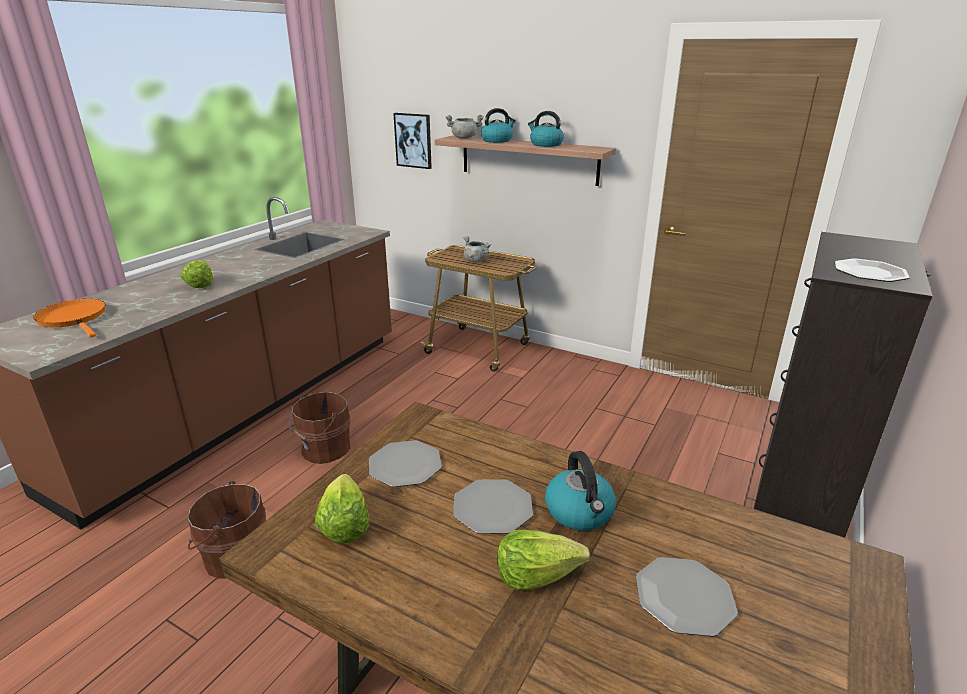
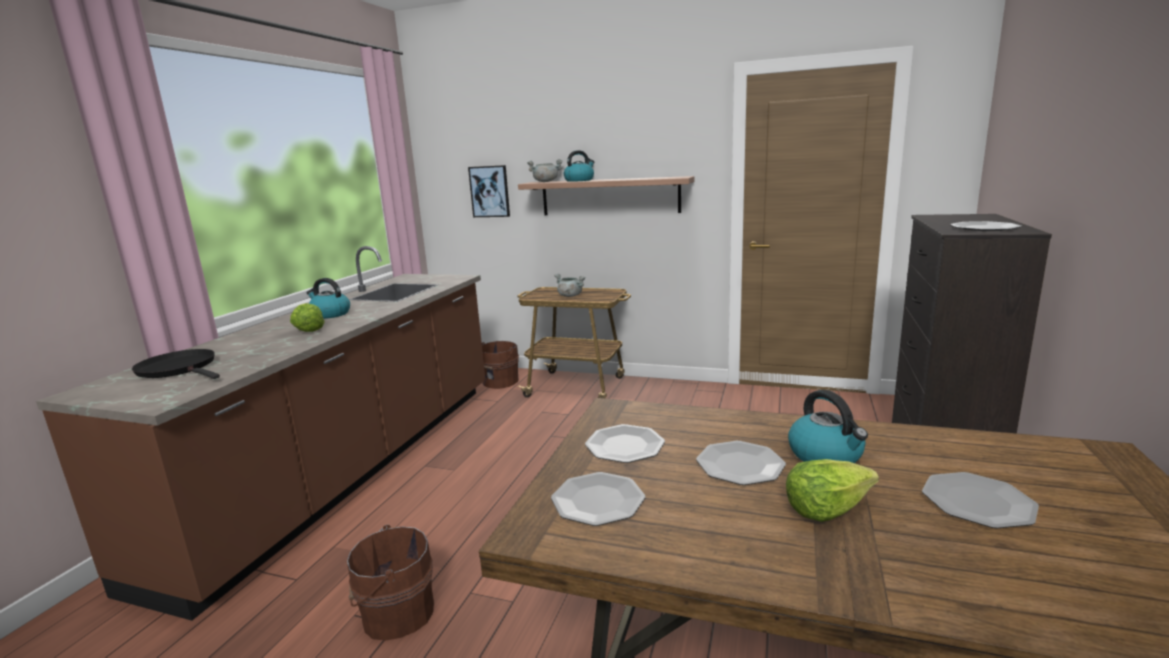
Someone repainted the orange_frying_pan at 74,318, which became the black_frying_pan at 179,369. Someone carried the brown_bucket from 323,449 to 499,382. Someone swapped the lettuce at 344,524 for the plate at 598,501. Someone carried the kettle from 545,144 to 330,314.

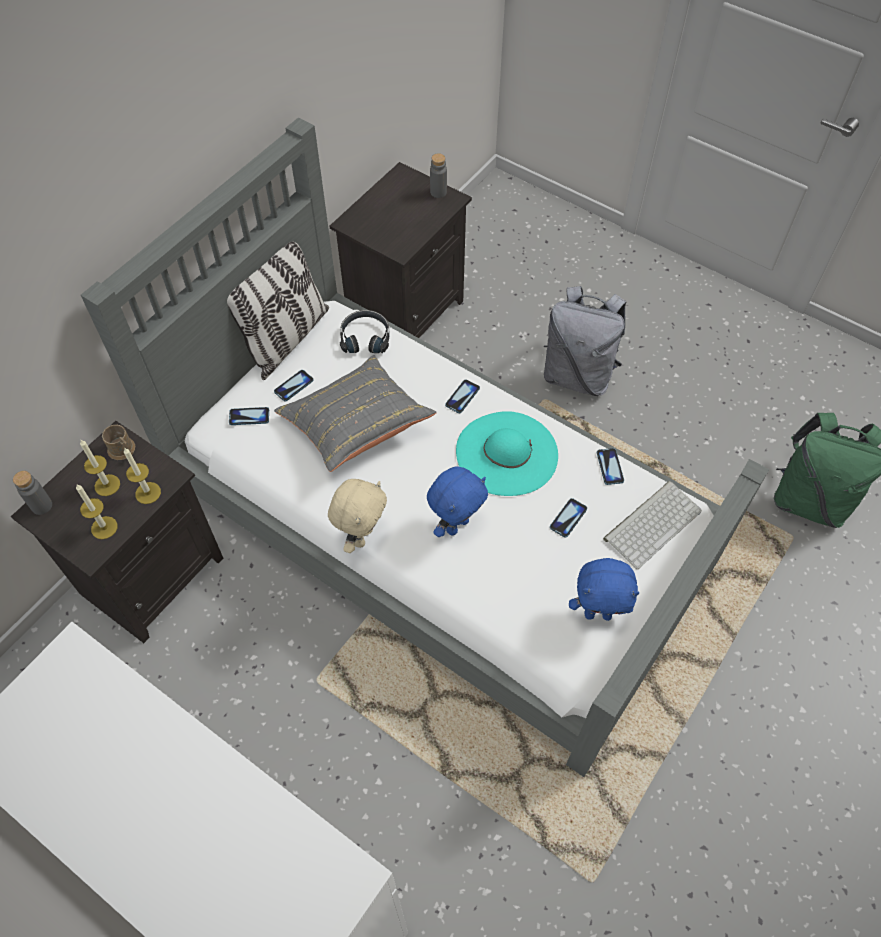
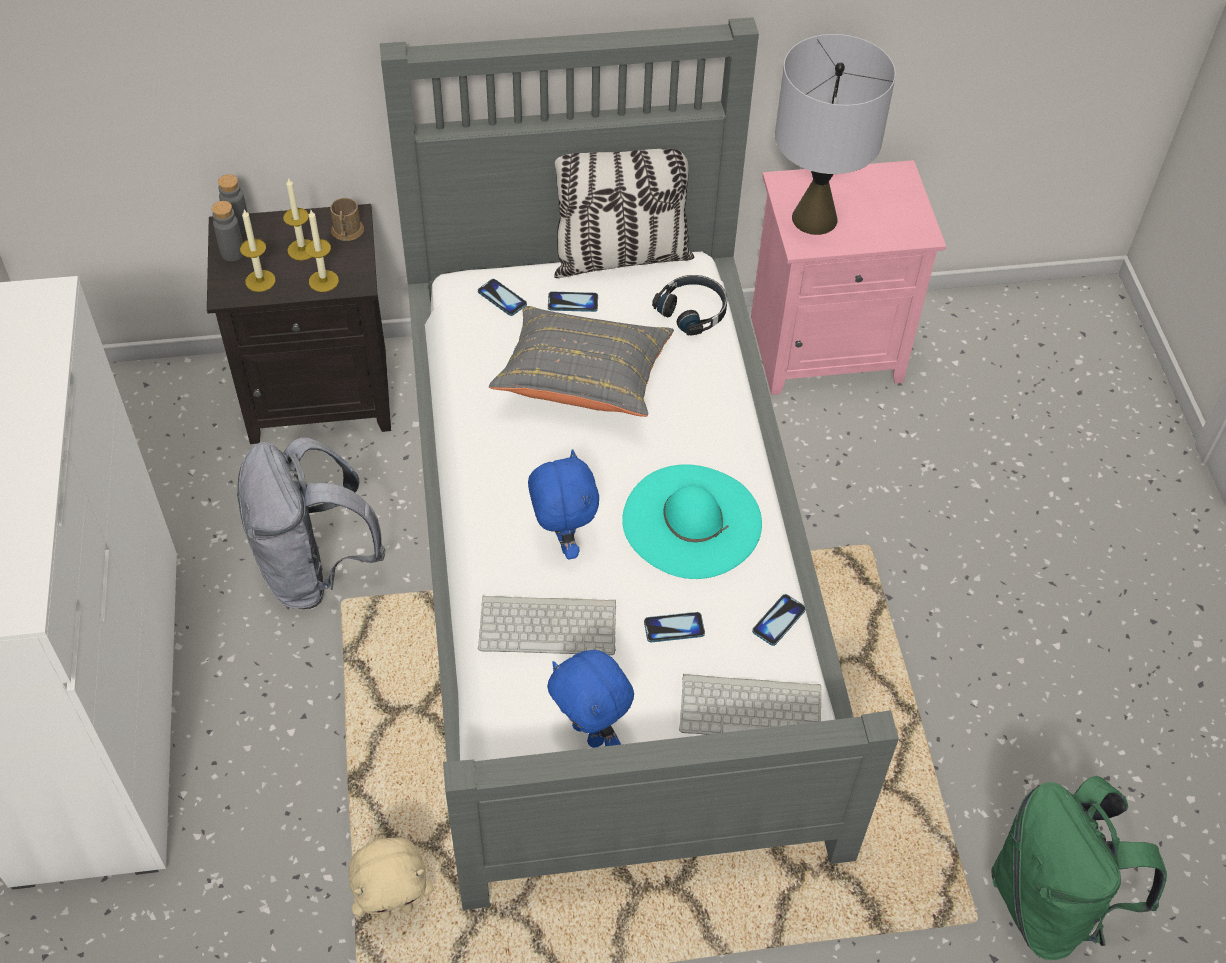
Someone carried the beige_plush_toy from 361,536 to 395,907. Someone repainted the black_nightstand at 405,311, which became the pink_nightstand at 827,347. Someone rotated the blue_plush_toy at 456,525 by 105 degrees counterclockwise. Someone carried the grey_bottle from 438,192 to 232,253. Someone took away the phone at 462,397. Someone carried the grey_backpack from 578,375 to 315,569. Someone put down the keyboard at 549,624. Someone put down the grey_table_lamp at 814,218.

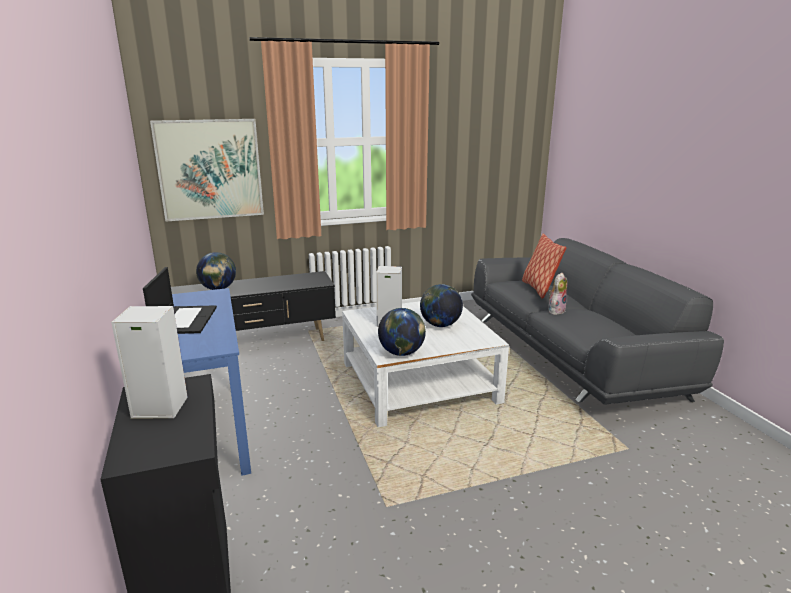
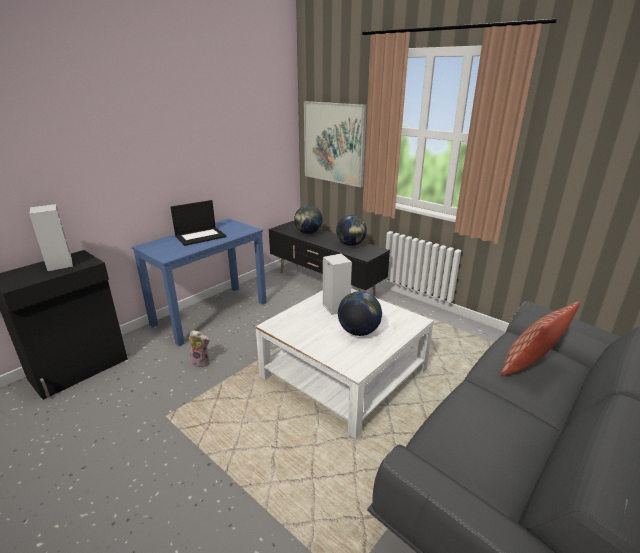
Someone carried the globe from 401,353 to 350,245. Someone carried the plush_toy from 555,311 to 201,362.

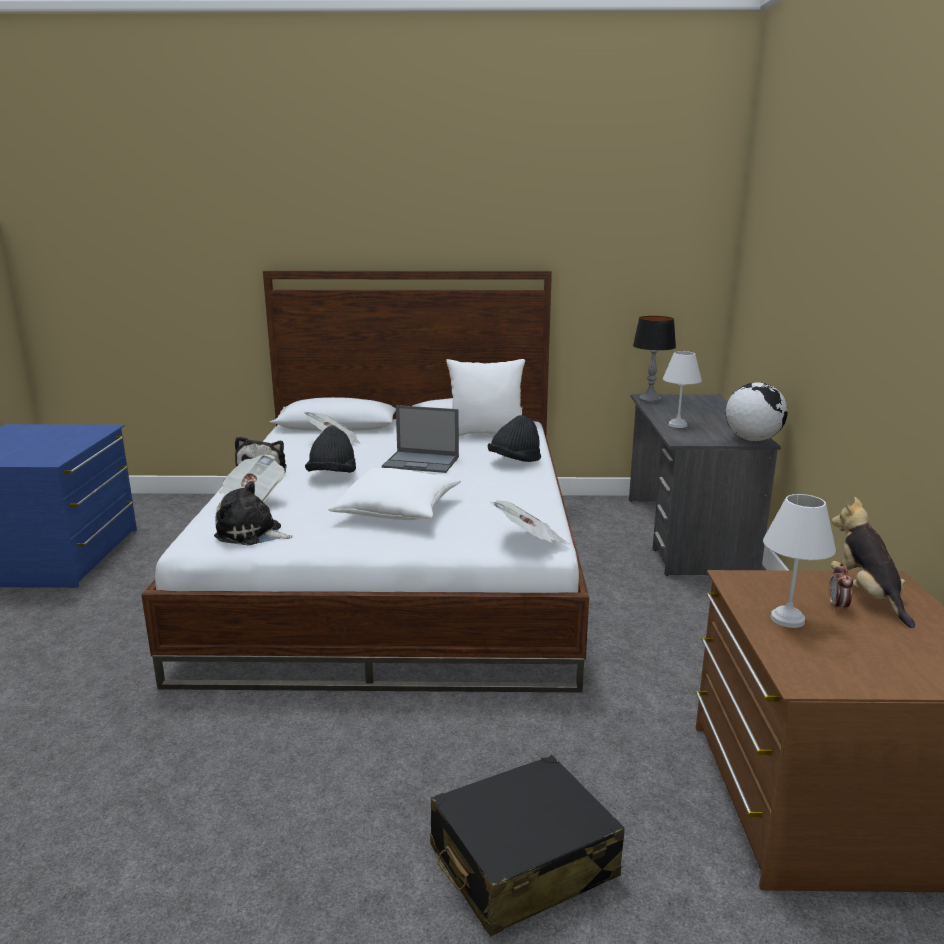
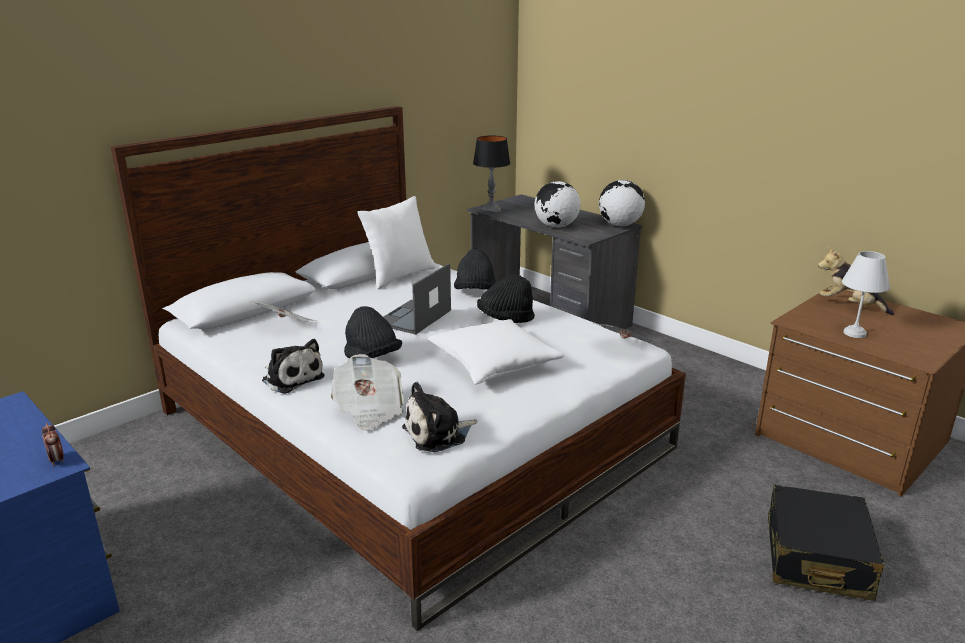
Someone rotated the laptop at 422,462 by 150 degrees clockwise. Someone swapped the white_table_lamp at 677,425 for the globe at 556,226. Someone carried the alarm_clock from 837,607 to 57,460. Someone put down the black_hat at 505,319.

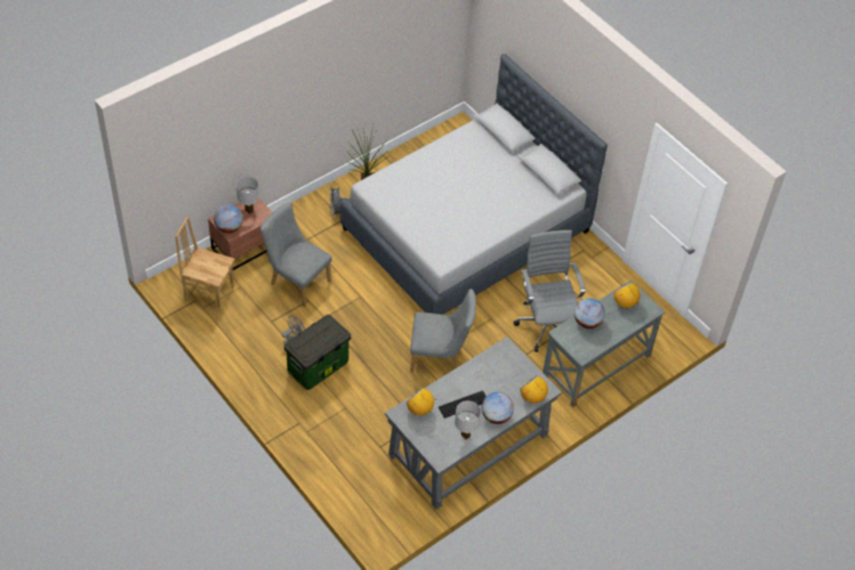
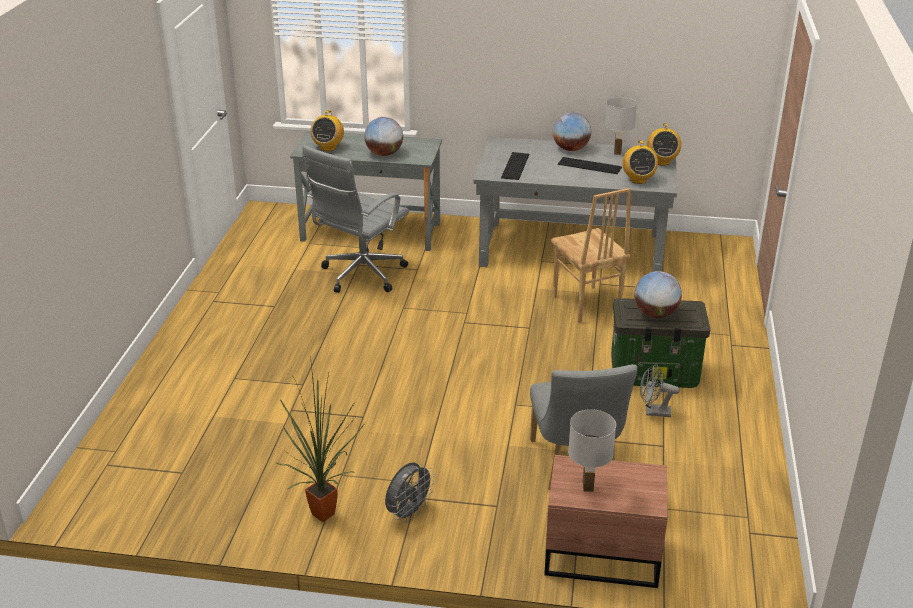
Someone carried the brown_chair from 209,294 to 585,305. Someone carried the globe from 229,228 to 655,314. Someone took away the grey_bed at 466,230. Someone took away the grey_chair at 440,357. Someone carried the radio from 532,398 to 662,161. Someone put down the keyboard at 515,166.

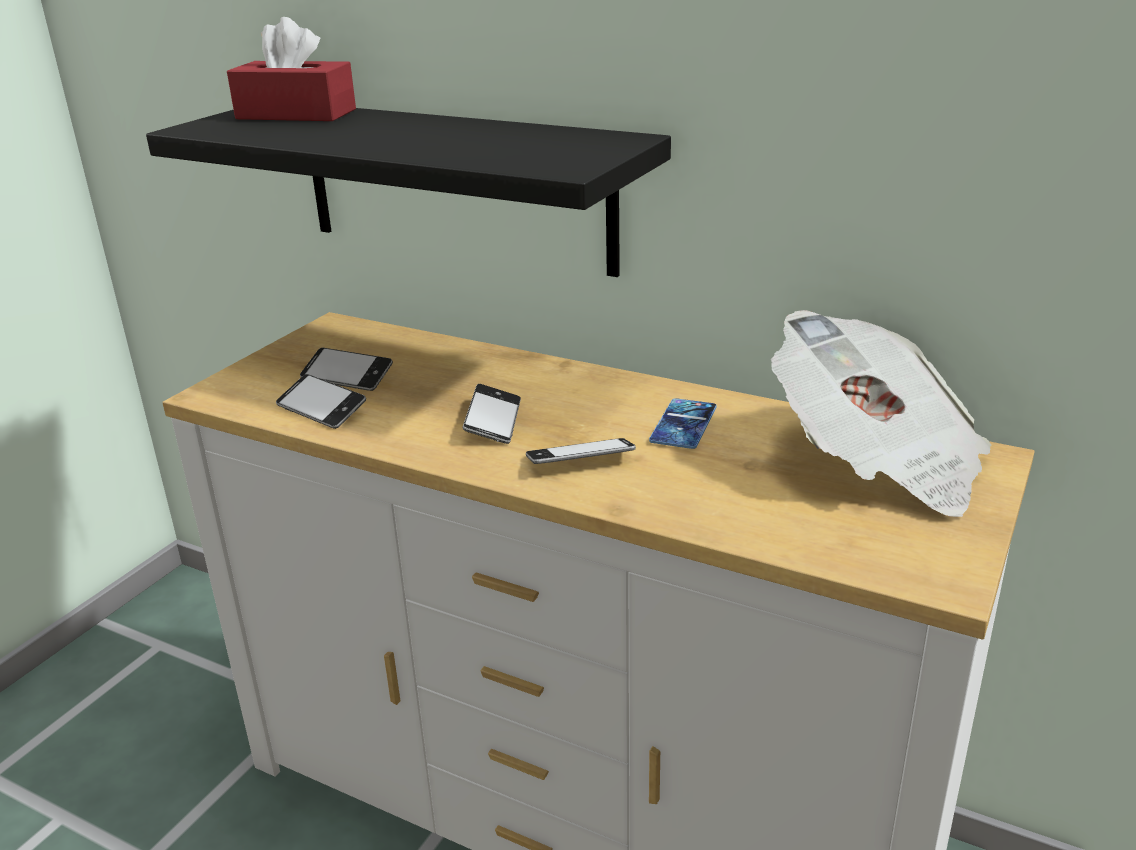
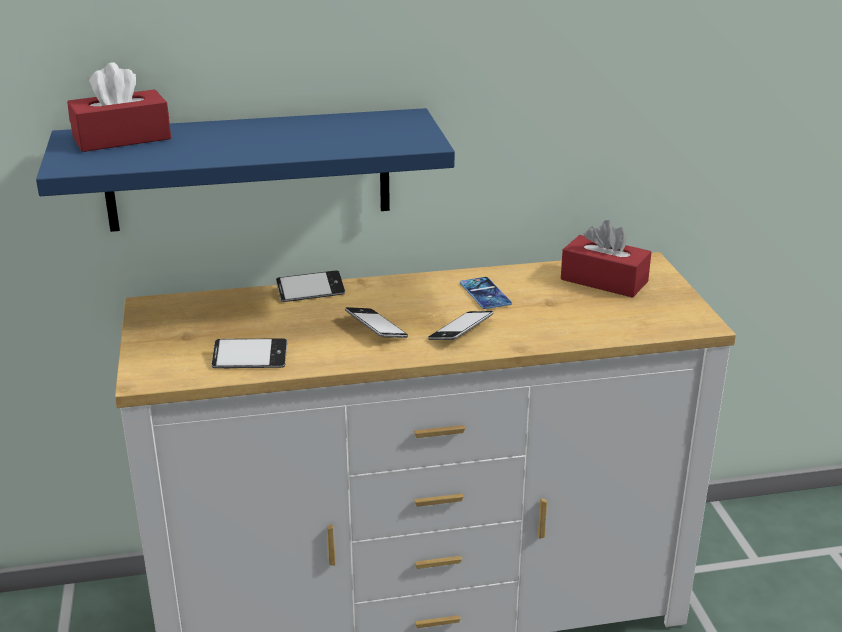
Someone repainted the black_shelf at 455,185, which became the blue_shelf at 248,170. Someone carried the phone from 347,376 to 310,292. Someone swapped the newspaper at 877,461 for the red_tissue_box at 604,280.

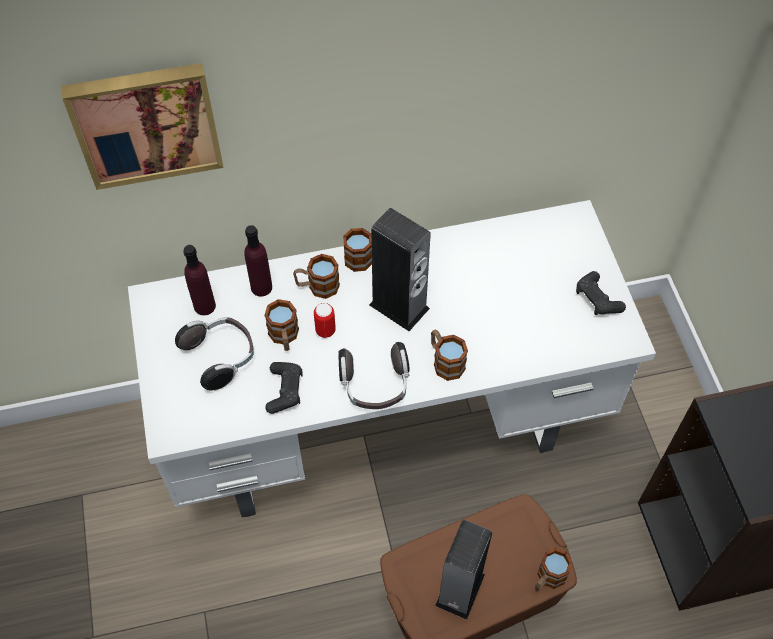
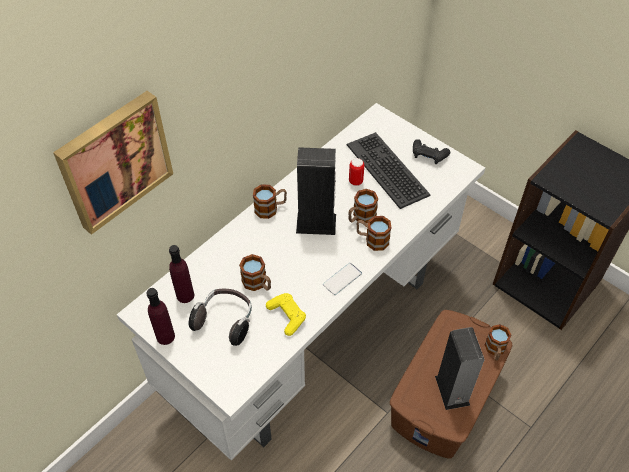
Someone carried the purple_bottle from 261,287 to 165,336. Someone repainted the black_game_controller at 285,390, which became the yellow_game_controller at 287,316. Someone carried the mug from 317,286 to 361,217. Someone carried the can from 325,330 to 355,181. Someone swapped the headphones at 375,386 for the phone at 342,279. Someone put down the keyboard at 388,170.

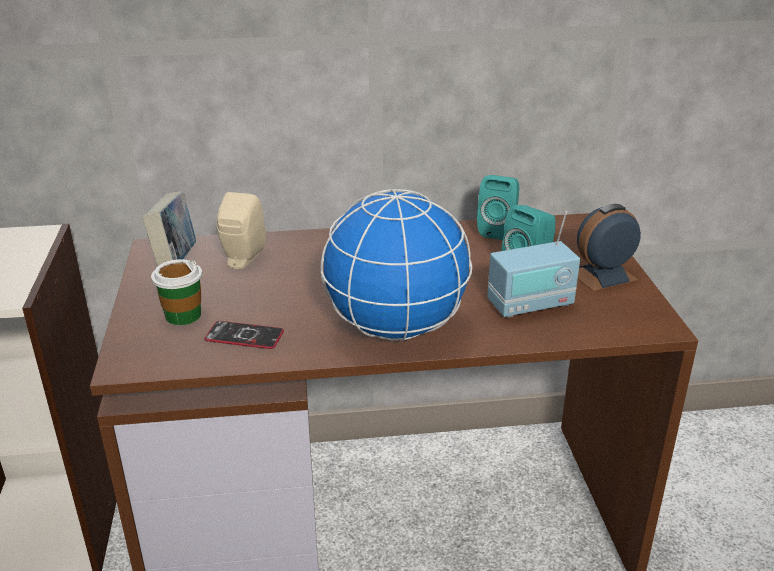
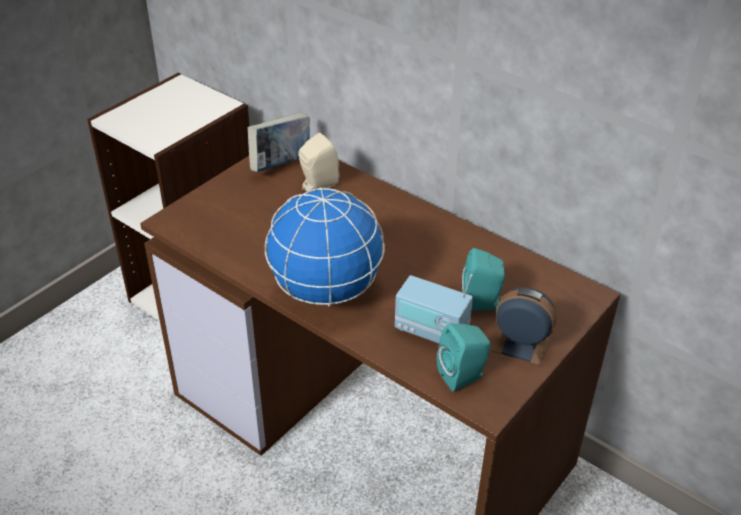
Someone took away the cup at 183,315. Someone took away the phone at 244,336. Someone carried the turquoise_speaker from 498,230 to 464,376.

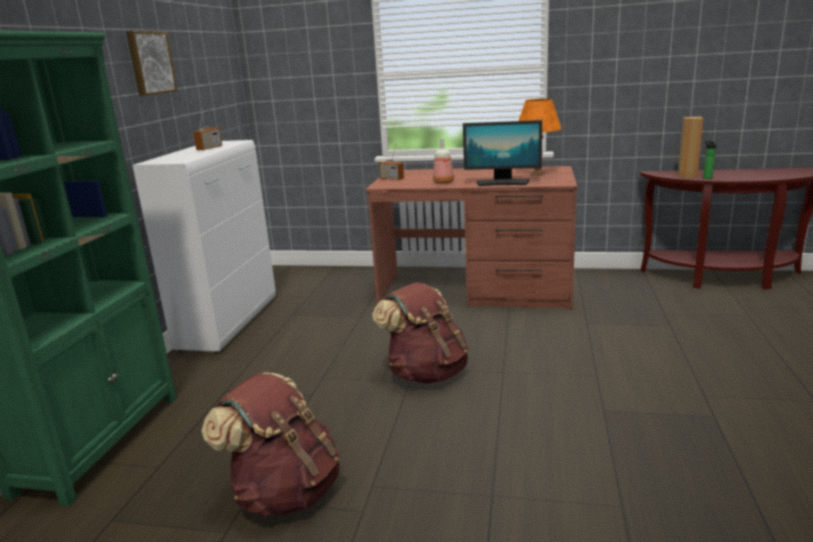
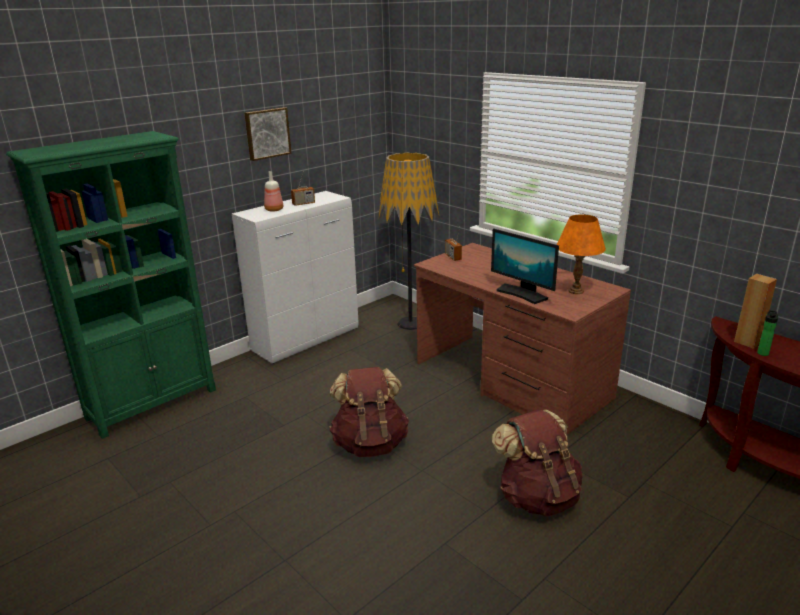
Someone carried the brown_backpack from 285,491 to 537,497. Someone carried the bottle from 444,182 to 274,210. Someone put down the floor_lamp at 410,324.

